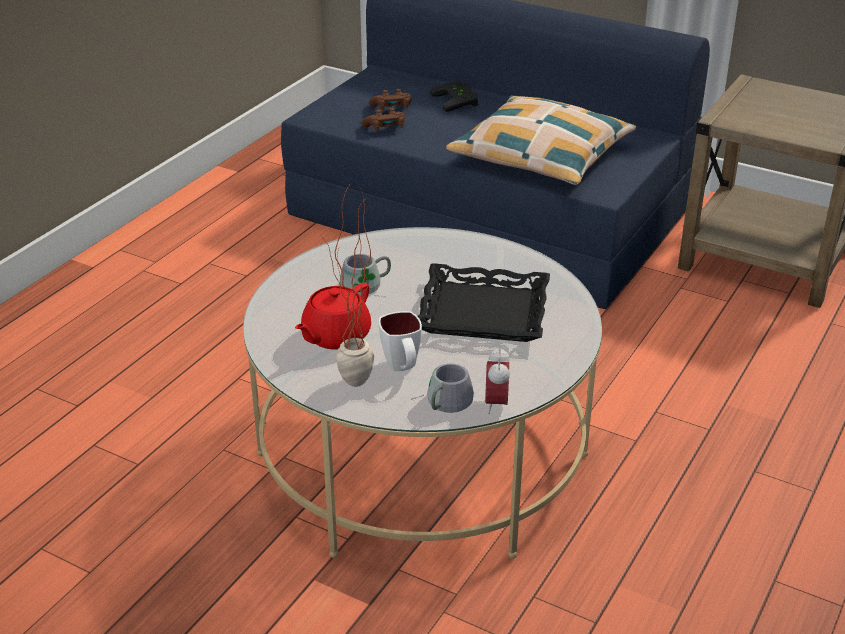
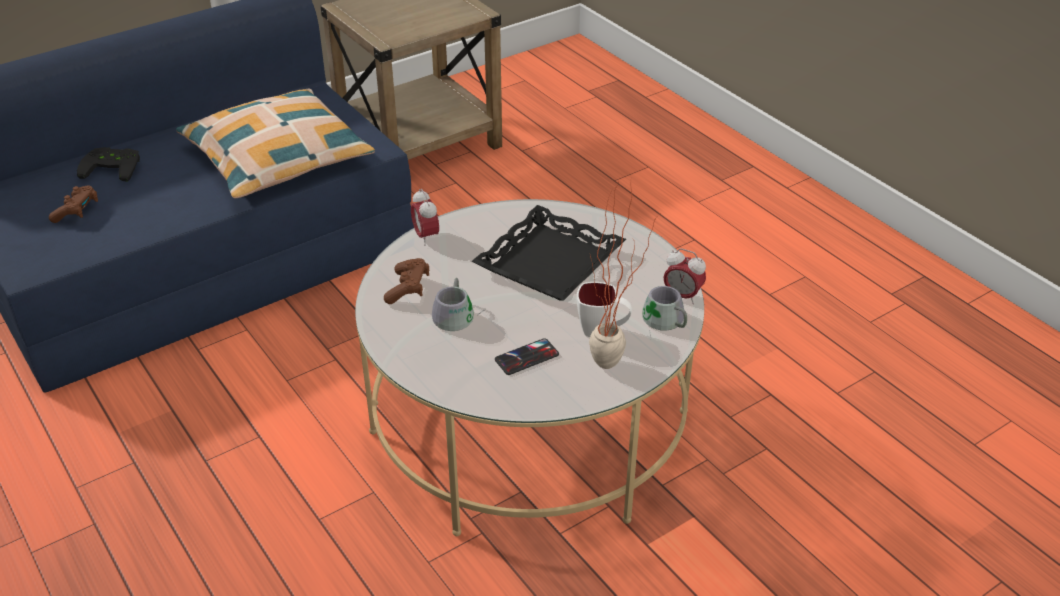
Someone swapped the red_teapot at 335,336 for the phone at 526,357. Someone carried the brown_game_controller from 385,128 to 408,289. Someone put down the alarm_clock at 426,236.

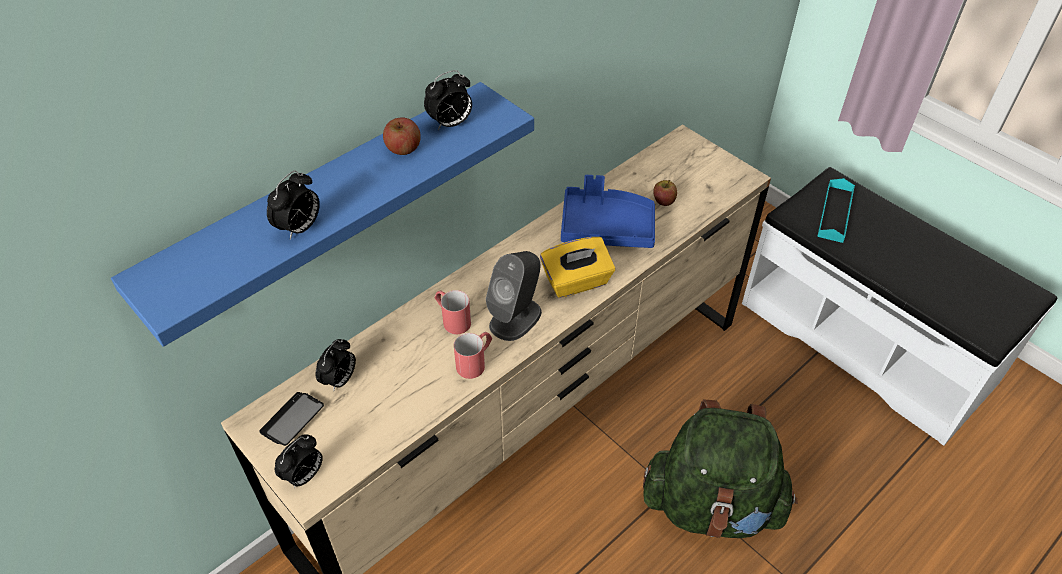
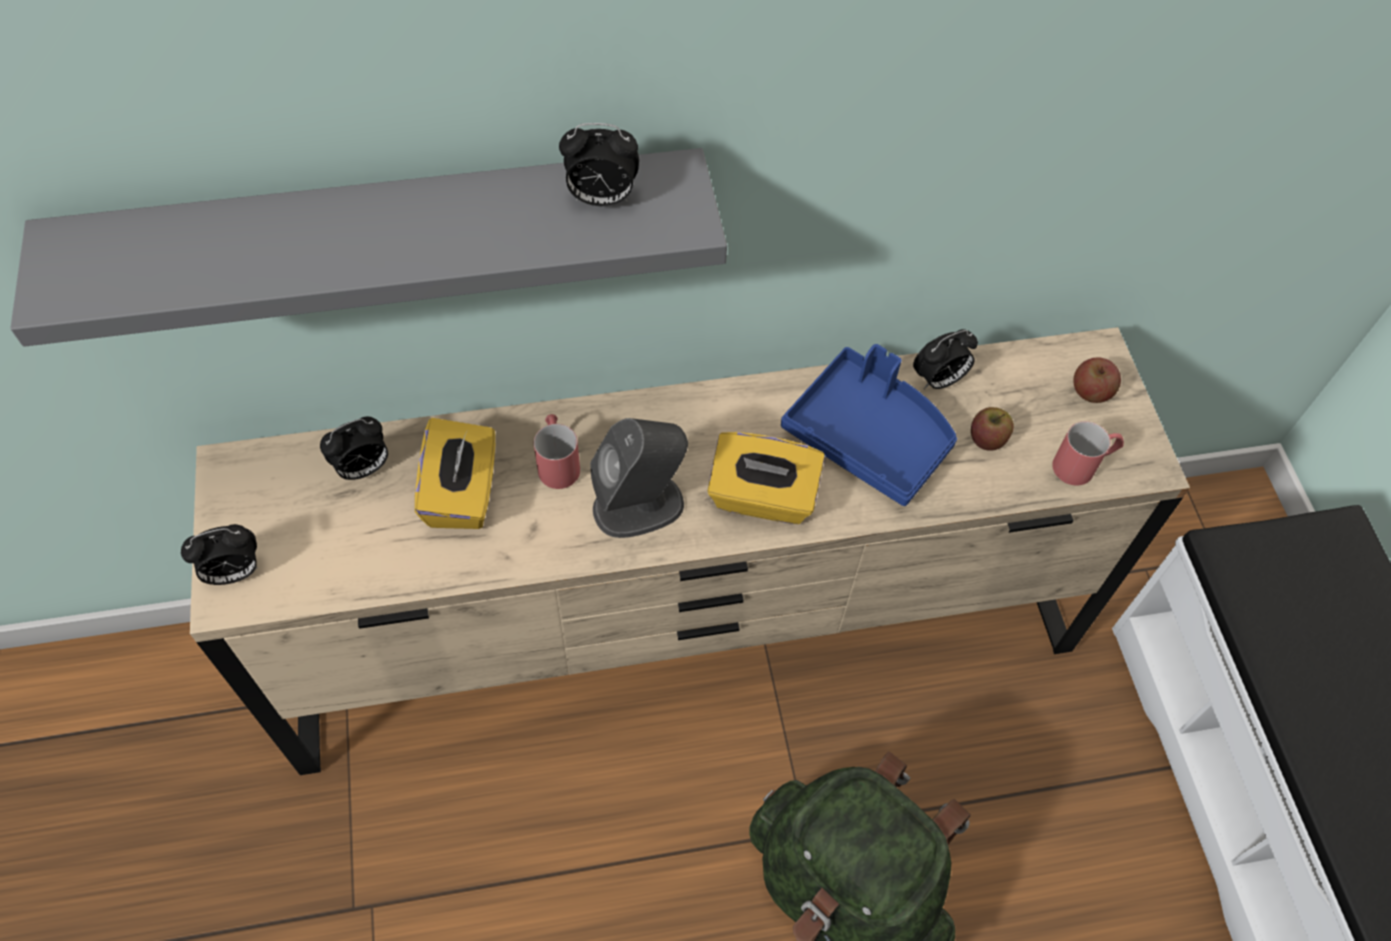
Someone repainted the blue_shelf at 324,206, which became the grey_shelf at 388,236. Someone took away the phone at 292,419. Someone carried the alarm_clock from 299,228 to 938,380. Someone carried the apple from 403,148 to 1091,391. Someone carried the red_mug from 475,362 to 1083,465. Someone took away the turquoise_tray at 835,213. Someone put down the yellow_tissue_box at 462,493.

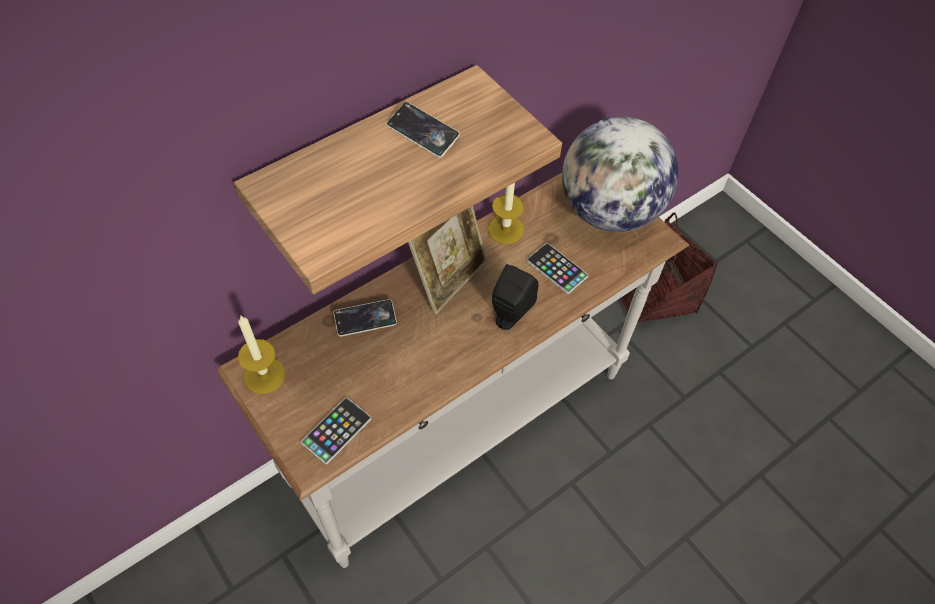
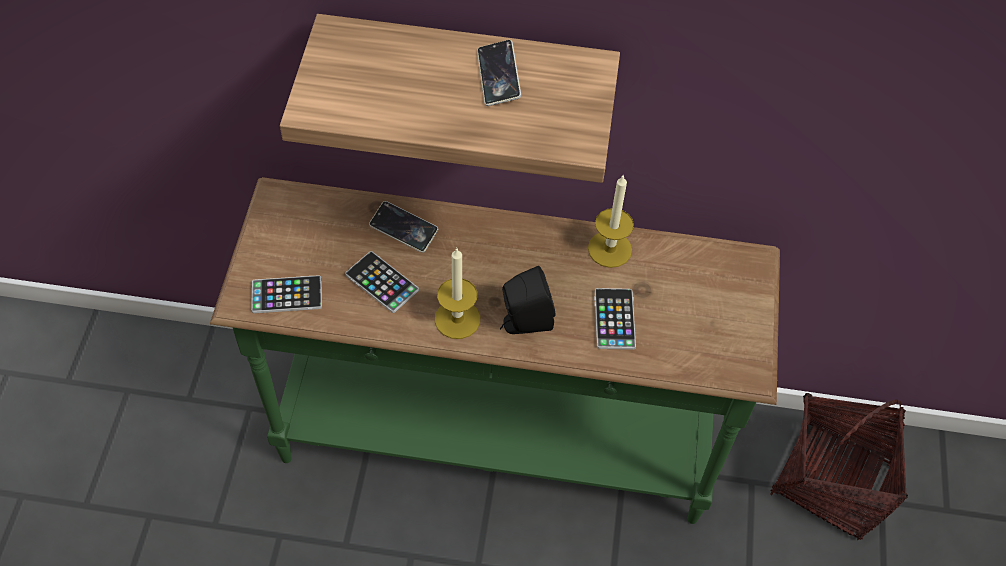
Someone repainted the white_console_table at 461,430, which became the green_console_table at 495,441. Someone carried the candle from 264,375 to 457,319. Someone took away the picture_frame at 449,278. Someone took away the globe at 609,211. Someone put down the phone at 382,282.

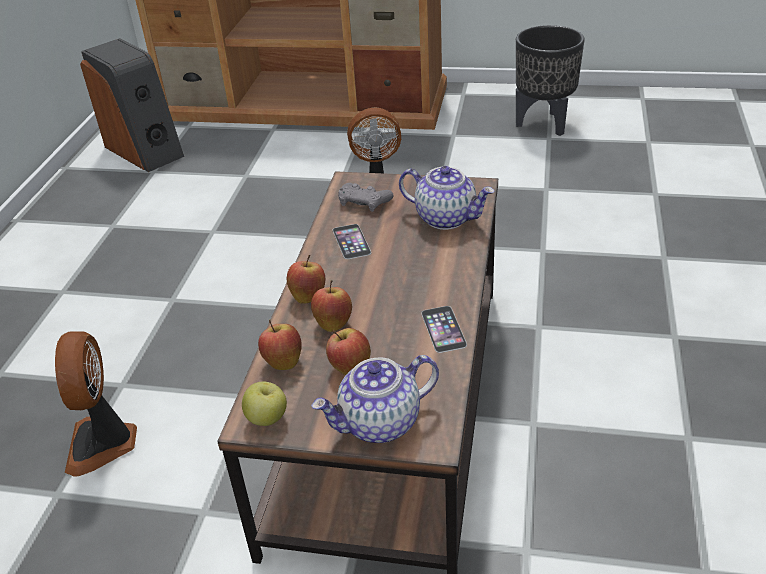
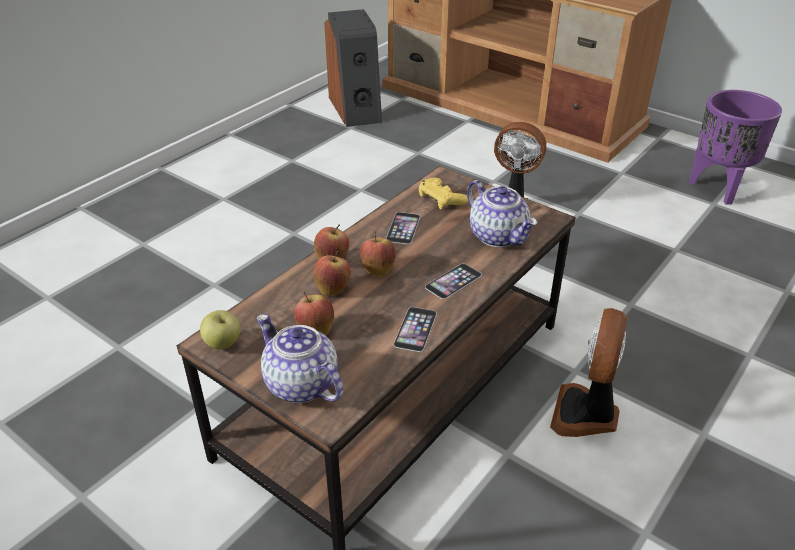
Someone carried the fan from 103,443 to 586,414. Someone carried the apple from 283,362 to 378,270. Someone rotated the teapot at 380,423 by 45 degrees clockwise. Someone repainted the grey_game_controller at 364,202, which became the yellow_game_controller at 441,198. Someone repainted the black_planter at 543,124, which became the purple_planter at 717,188. Someone put down the phone at 453,281.

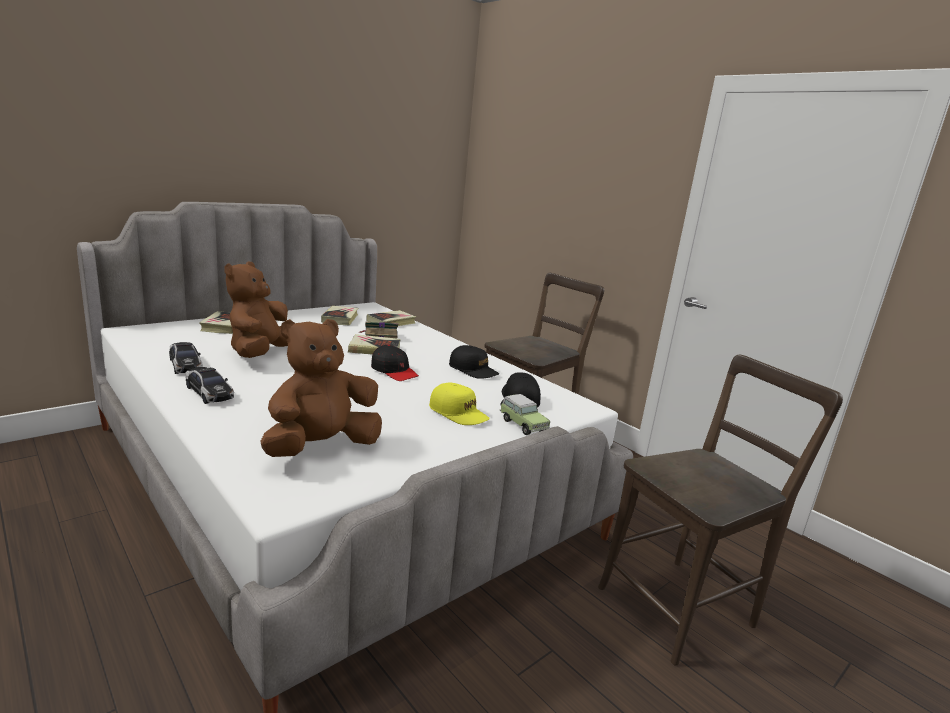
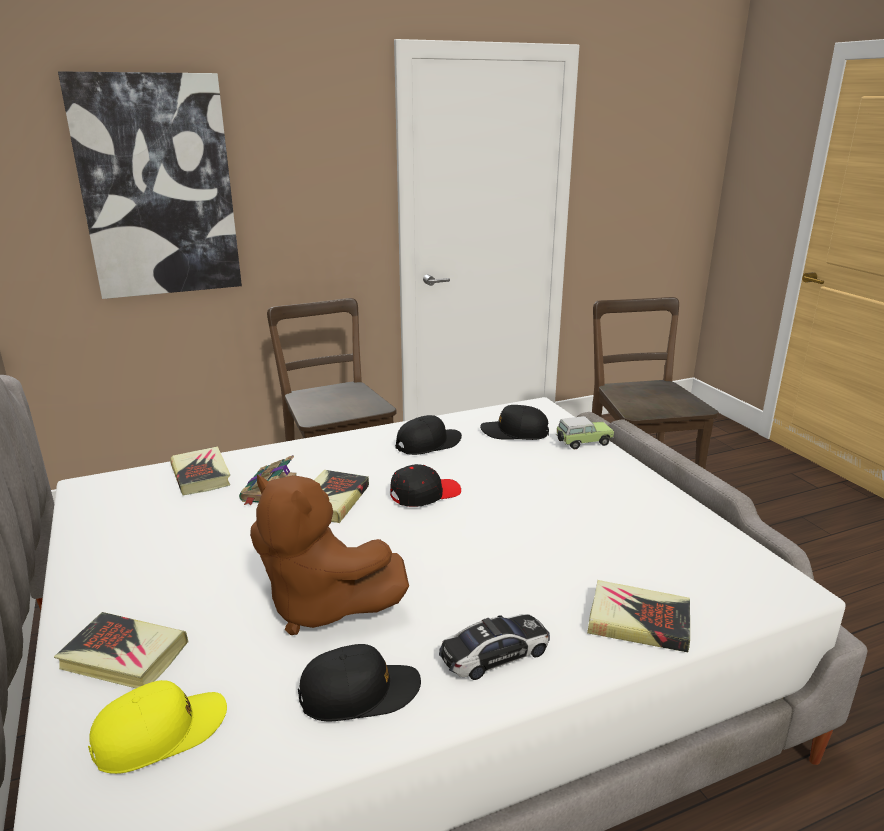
Someone swapped the toy_car at 185,365 for the black_cap at 359,693. Someone took away the brown_plush_toy at 321,447. Someone carried the book from 340,319 to 638,622. Someone carried the yellow_cap from 458,413 to 161,733. Someone put up the picture at 157,187.

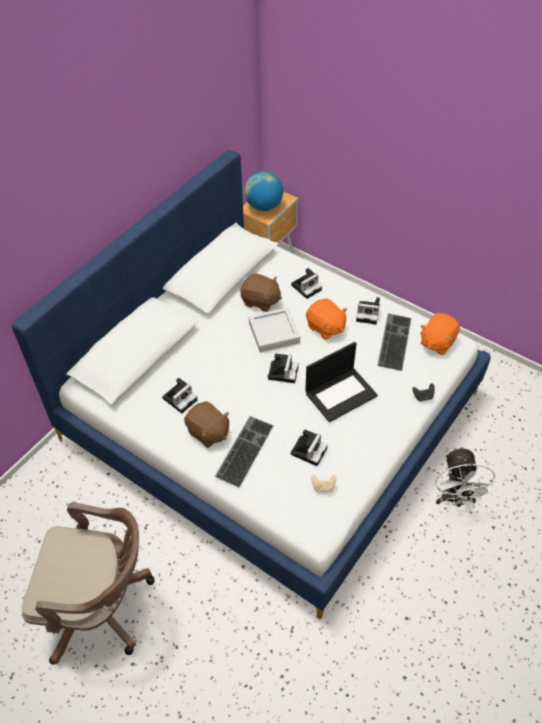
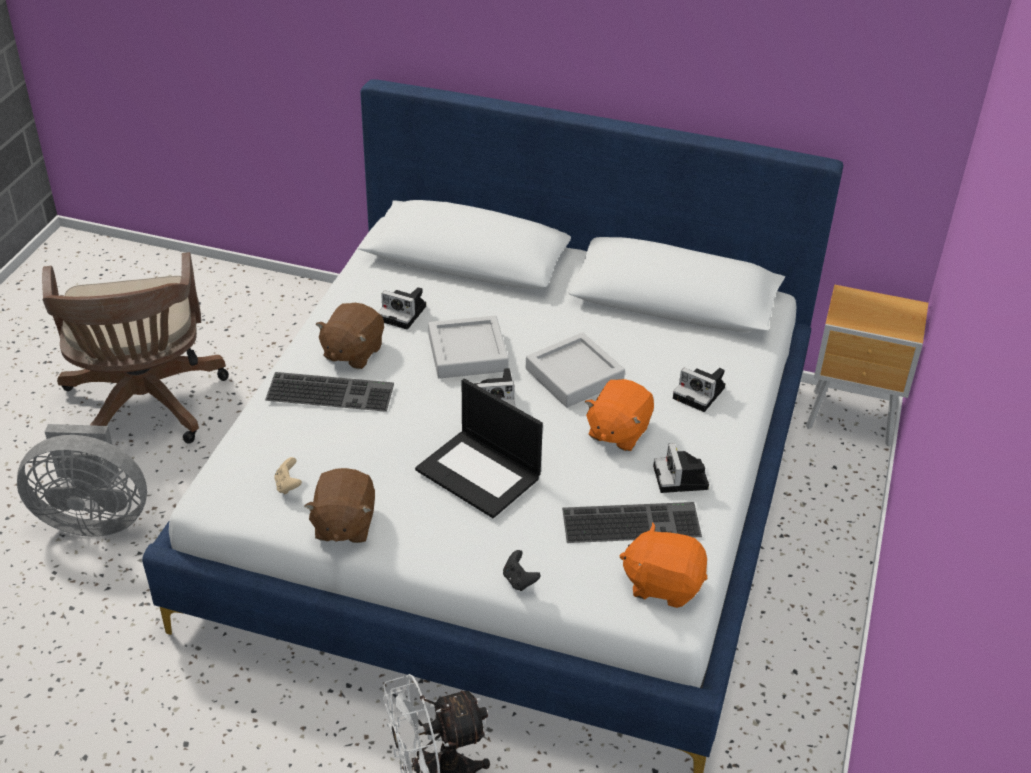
Someone carried the brown_plush_toy from 260,301 to 343,524. Someone took away the globe at 264,206. Someone took away the photo_camera at 309,450. Someone put down the grey_fan at 93,518. Someone put down the grey_tray at 467,353.

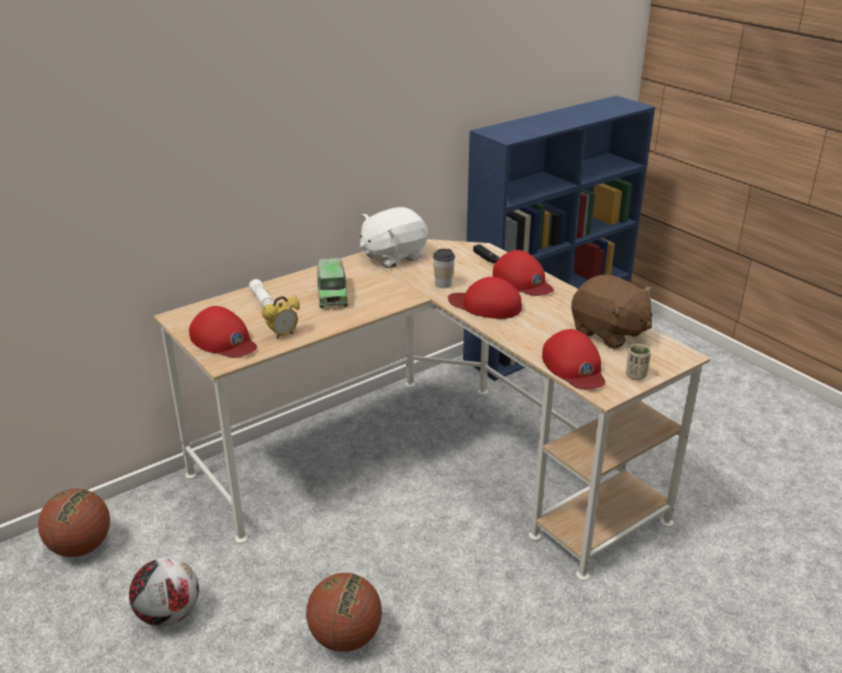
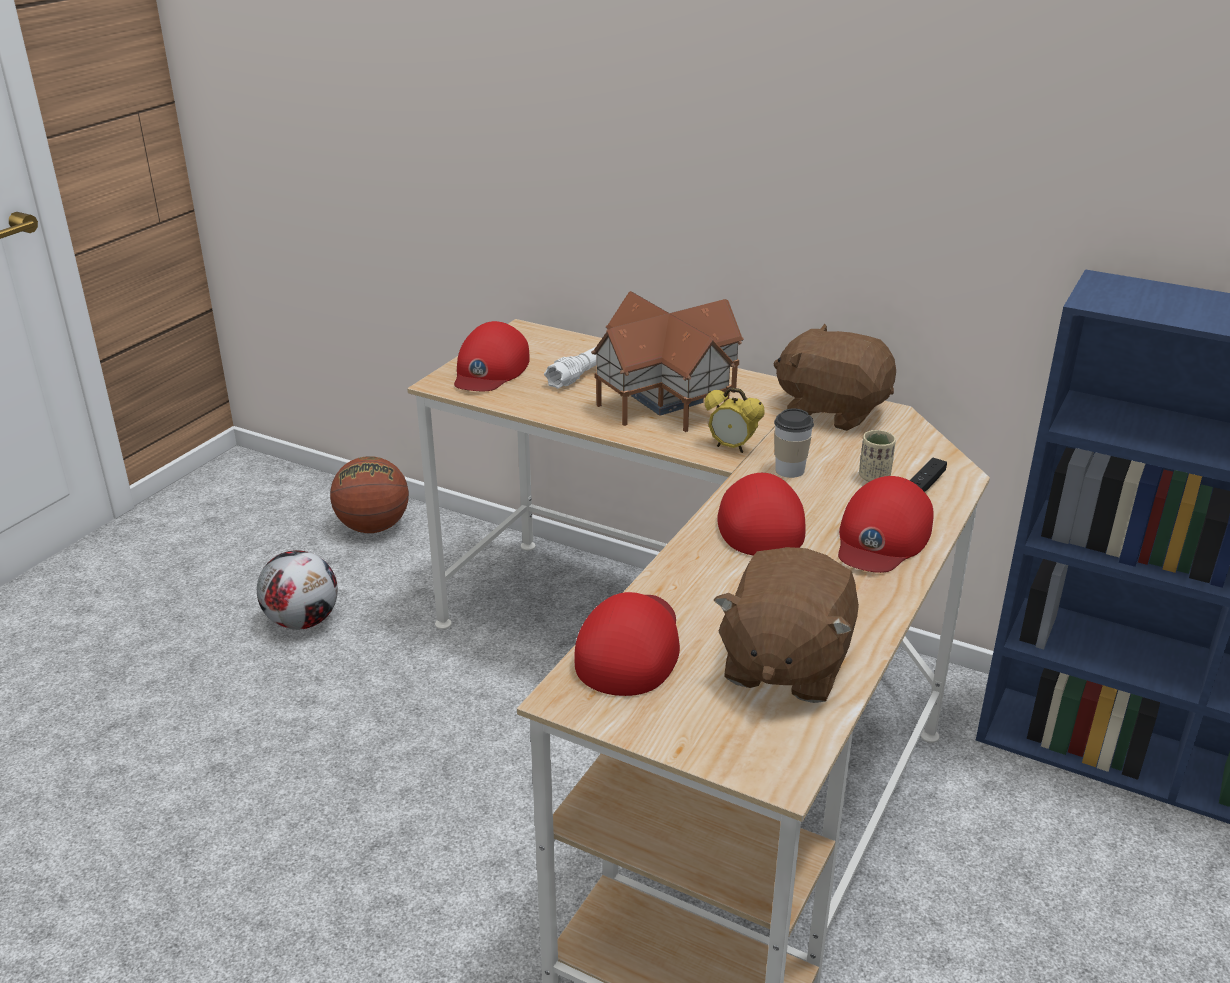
Someone carried the alarm_clock from 283,335 to 731,447. Someone took away the basketball at 345,637. Someone swapped the toy_truck at 332,294 for the toy_house at 669,399. Someone repainted the white_plush_toy at 392,256, which became the brown_plush_toy at 832,410. Someone rotated the red_cap at 574,367 by 150 degrees clockwise. Someone carried the beige_cup from 636,375 to 874,477.

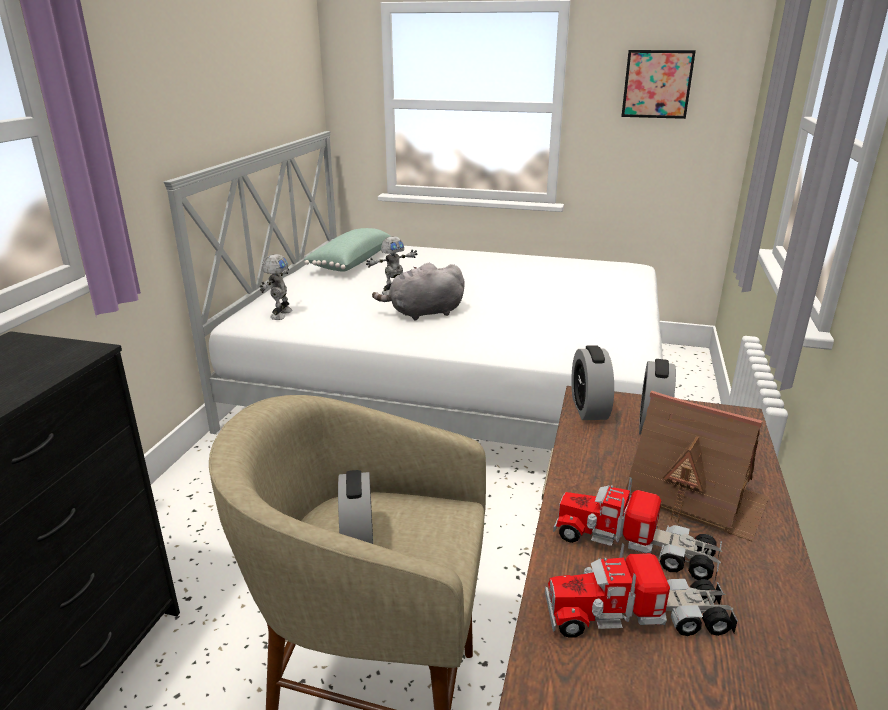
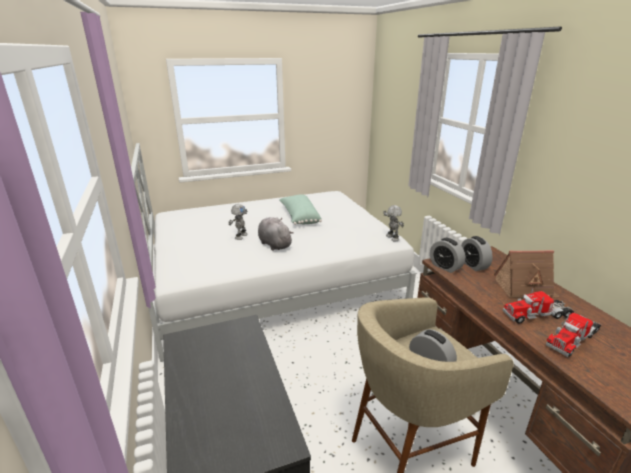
Someone carried the toy_robot from 280,314 to 392,238. Someone carried the green_pillow from 350,262 to 299,217. Someone rotated the grey_plush_toy at 423,313 by 105 degrees clockwise. Someone took away the picture at 657,84.

